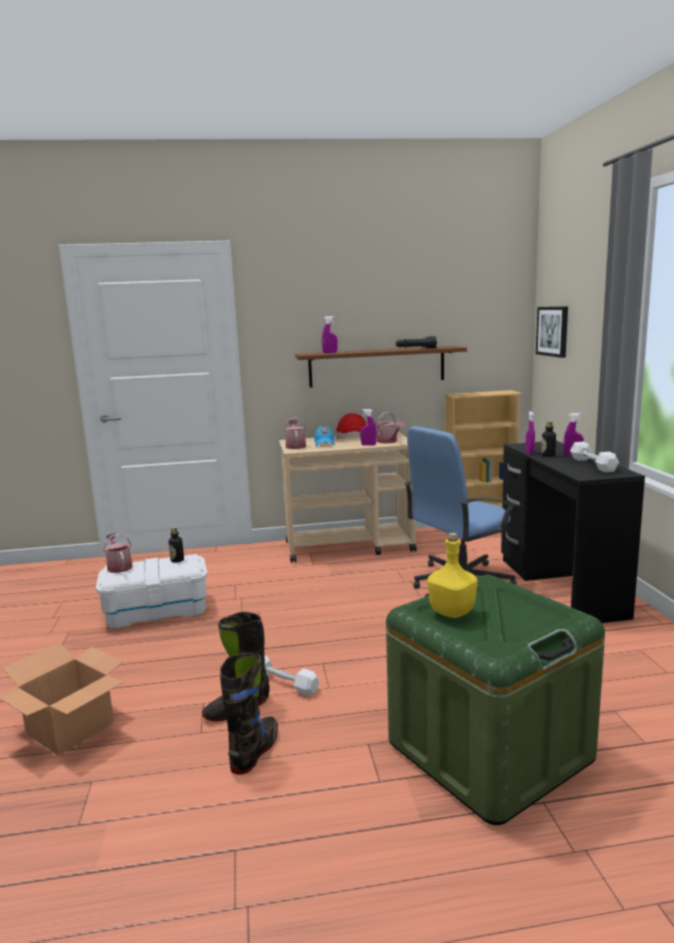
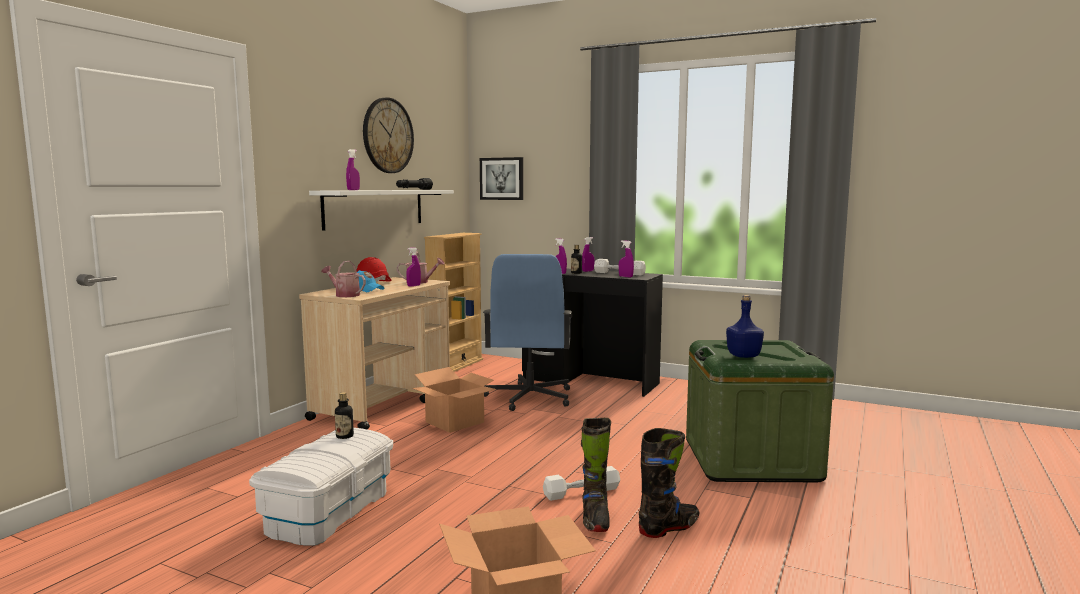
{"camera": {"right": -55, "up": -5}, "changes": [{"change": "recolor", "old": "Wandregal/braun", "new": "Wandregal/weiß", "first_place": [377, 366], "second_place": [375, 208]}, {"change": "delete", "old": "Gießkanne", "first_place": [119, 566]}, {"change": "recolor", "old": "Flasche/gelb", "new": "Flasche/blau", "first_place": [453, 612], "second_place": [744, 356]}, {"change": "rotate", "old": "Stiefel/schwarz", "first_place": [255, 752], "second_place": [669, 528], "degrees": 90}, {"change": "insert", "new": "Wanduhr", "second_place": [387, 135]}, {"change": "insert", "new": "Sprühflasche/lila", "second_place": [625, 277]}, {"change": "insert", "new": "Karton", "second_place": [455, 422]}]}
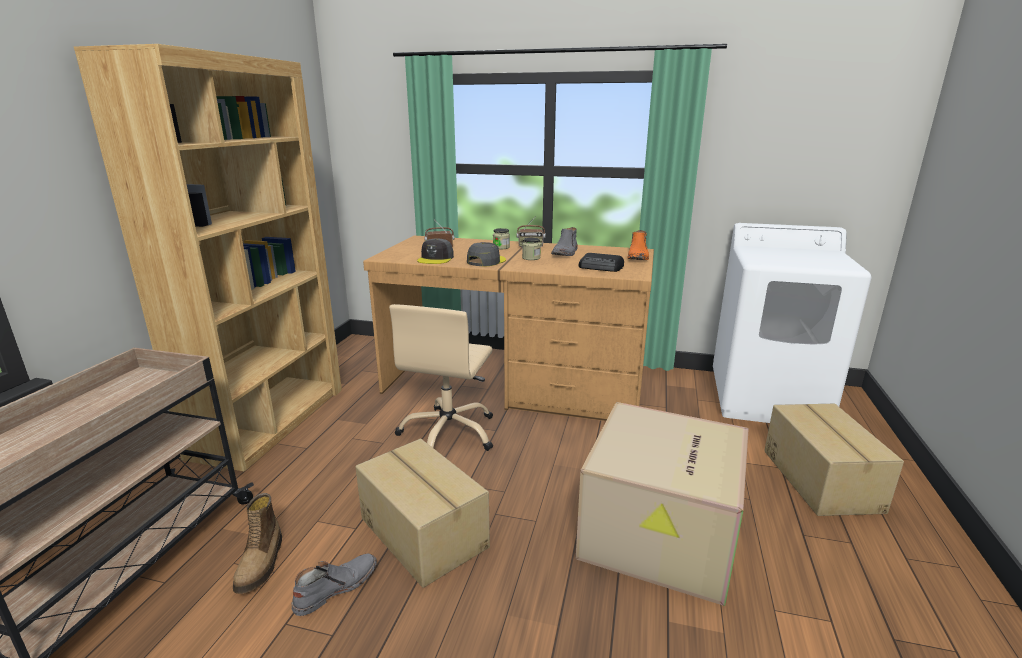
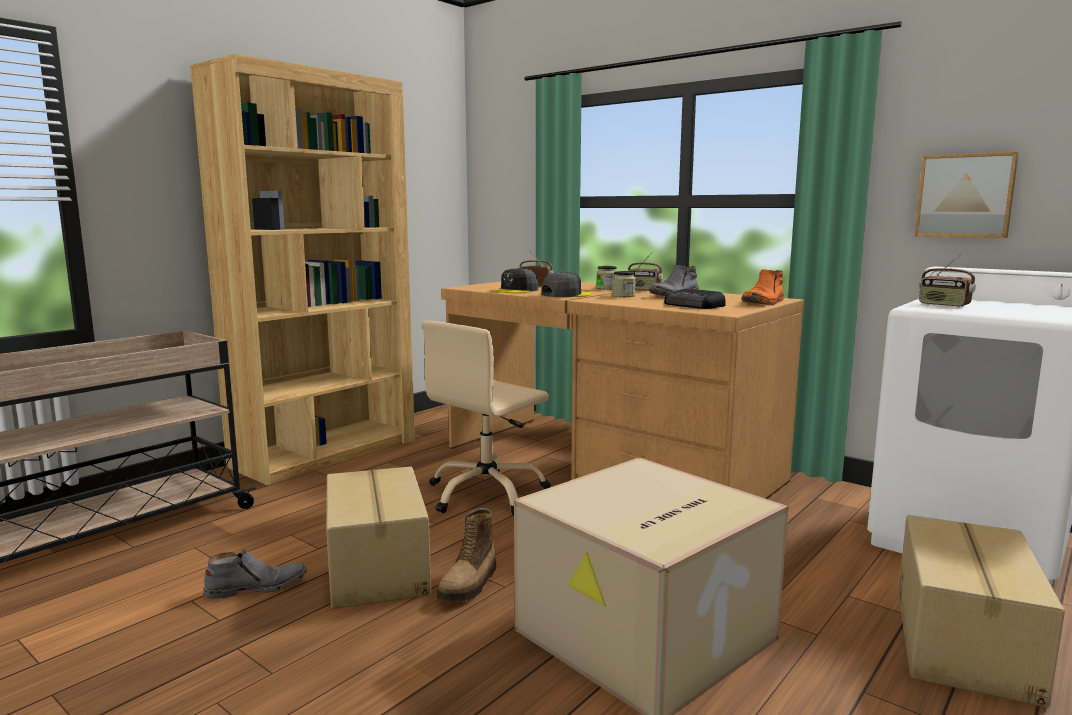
{"camera": {"right": 25, "up": -10}, "changes": [{"change": "move", "old": "Stiefel", "first_place": [261, 563], "second_place": [469, 585]}, {"change": "insert", "new": "Bild", "second_place": [965, 196]}, {"change": "insert", "new": "Radio", "second_place": [944, 305]}]}
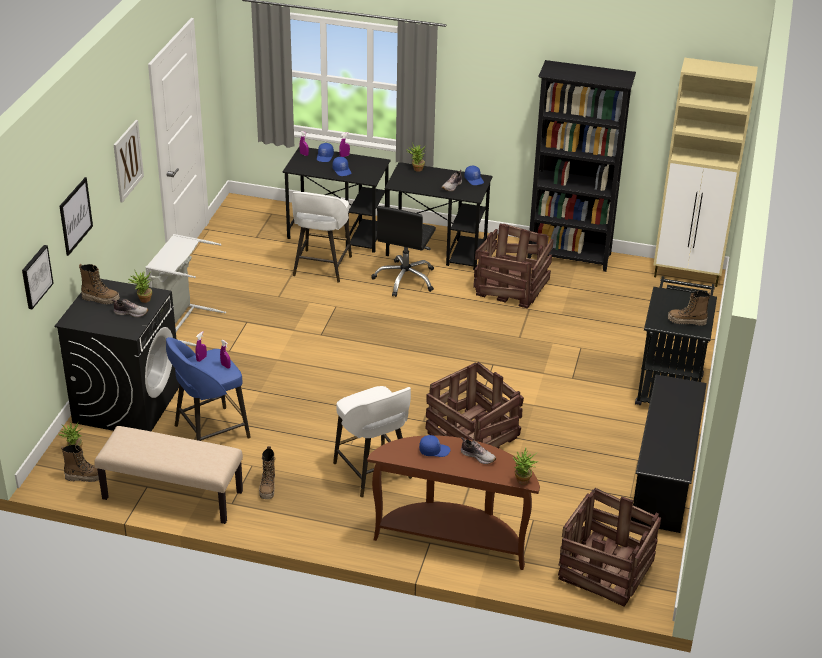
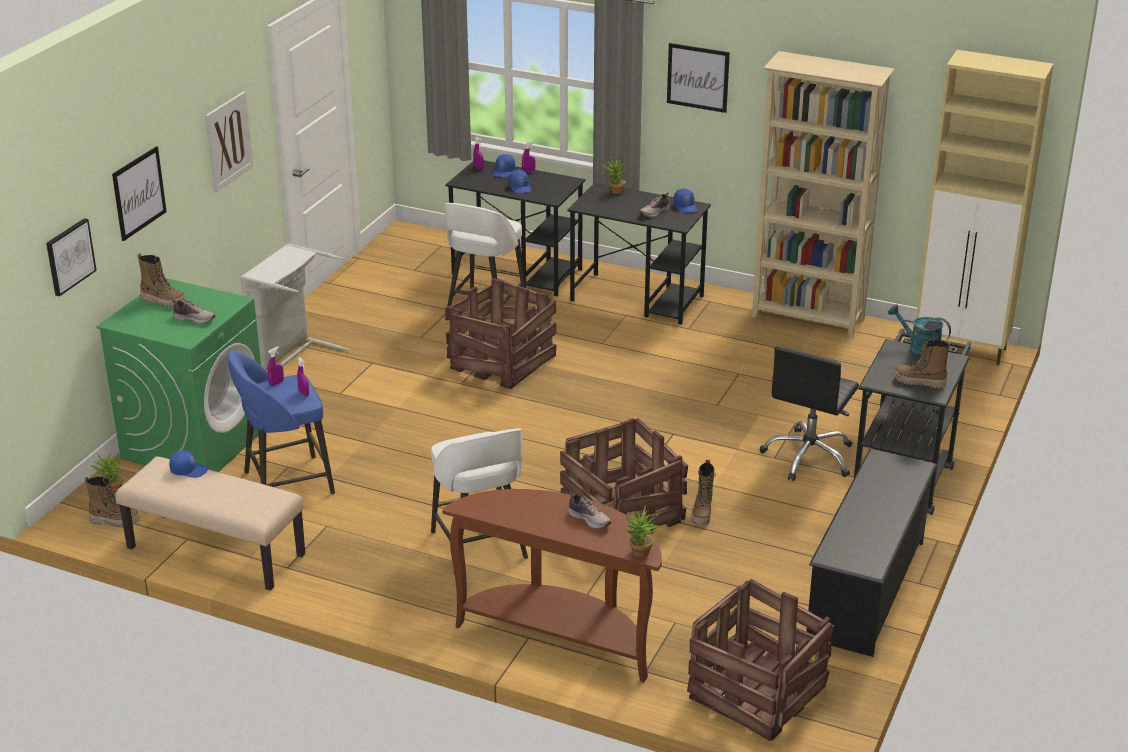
{"camera": {"right": 10, "up": -5}, "changes": [{"change": "recolor", "old": "Bücherregal/schwarz", "new": "Bücherregal/beige", "first_place": [569, 257], "second_place": [808, 318]}, {"change": "move", "old": "Bürostuhl/schwarz", "first_place": [405, 279], "second_place": [809, 457]}, {"change": "move", "old": "Kiste", "first_place": [512, 287], "second_place": [503, 362]}, {"change": "delete", "old": "Topfpflanze", "first_place": [143, 300]}, {"change": "recolor", "old": "Waschmaschine/schwarz", "new": "Waschmaschine/grün", "first_place": [127, 403], "second_place": [195, 442]}, {"change": "move", "old": "Kappe/blau", "first_place": [434, 450], "second_place": [189, 470]}, {"change": "move", "old": "Stiefel", "first_place": [268, 488], "second_place": [702, 513]}, {"change": "insert", "new": "Bild", "second_place": [698, 77]}, {"change": "insert", "new": "Gießkanne/türkis", "second_place": [918, 349]}]}
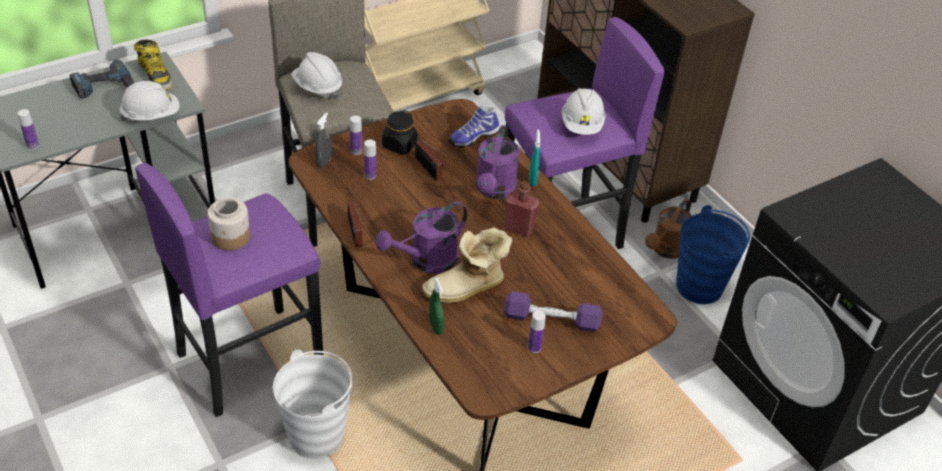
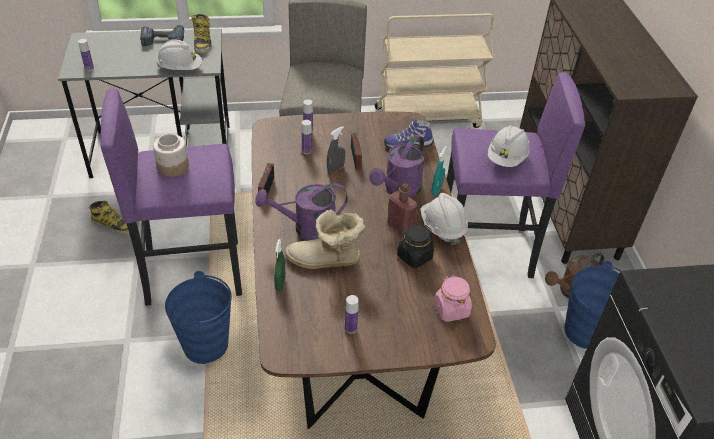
{"camera": {"right": 25, "up": 0}, "changes": [{"change": "move", "old": "Schutzhelm/weiß", "first_place": [317, 87], "second_place": [442, 227]}, {"change": "move", "old": "Vorratsglas/schwarz", "first_place": [399, 145], "second_place": [414, 257]}, {"change": "move", "old": "Sprühflasche/grau", "first_place": [324, 162], "second_place": [335, 169]}, {"change": "delete", "old": "Hantel/lila", "first_place": [551, 320]}, {"change": "recolor", "old": "Eimer/weiß", "new": "Eimer/blau", "first_place": [317, 436], "second_place": [206, 345]}, {"change": "insert", "new": "Stiefel", "second_place": [113, 225]}, {"change": "insert", "new": "Vorratsglas/rosa", "second_place": [451, 309]}]}
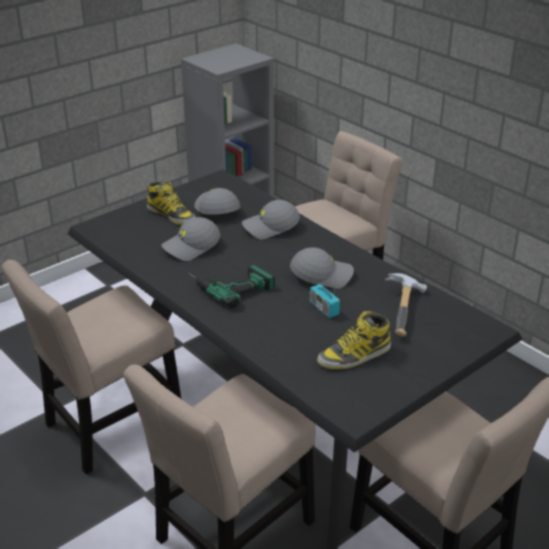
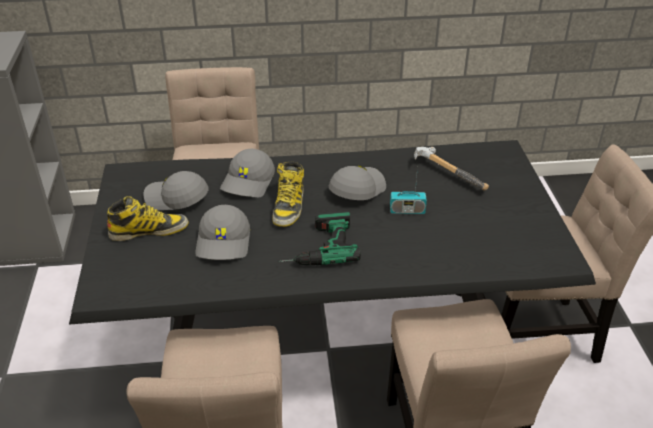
{"camera": {"right": -55, "up": 5}, "changes": [{"change": "move", "old": "Stiefel", "first_place": [354, 355], "second_place": [289, 206]}]}
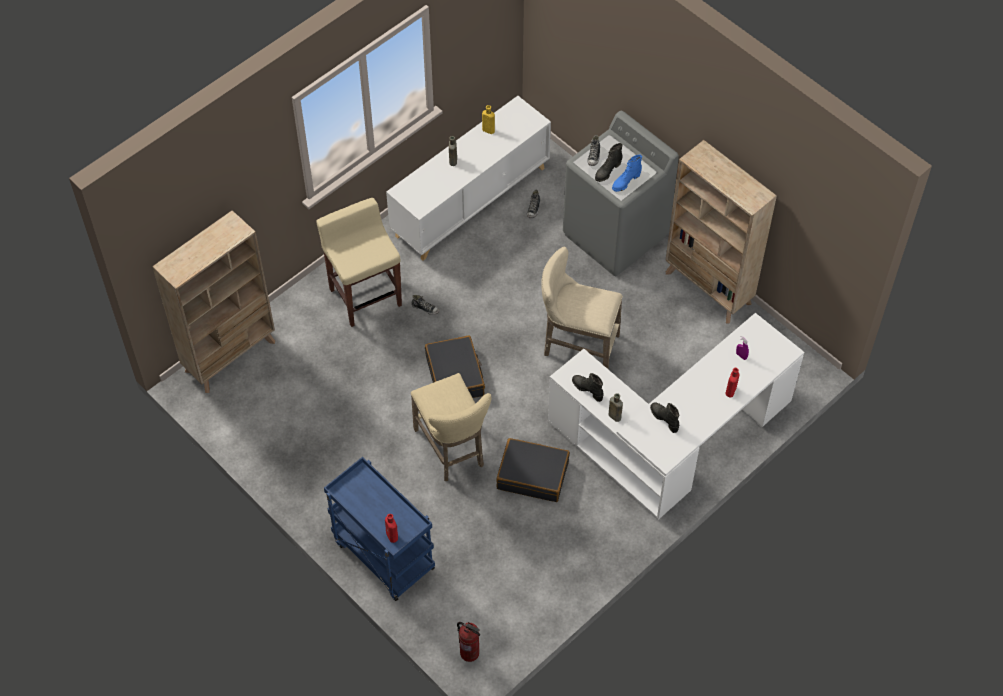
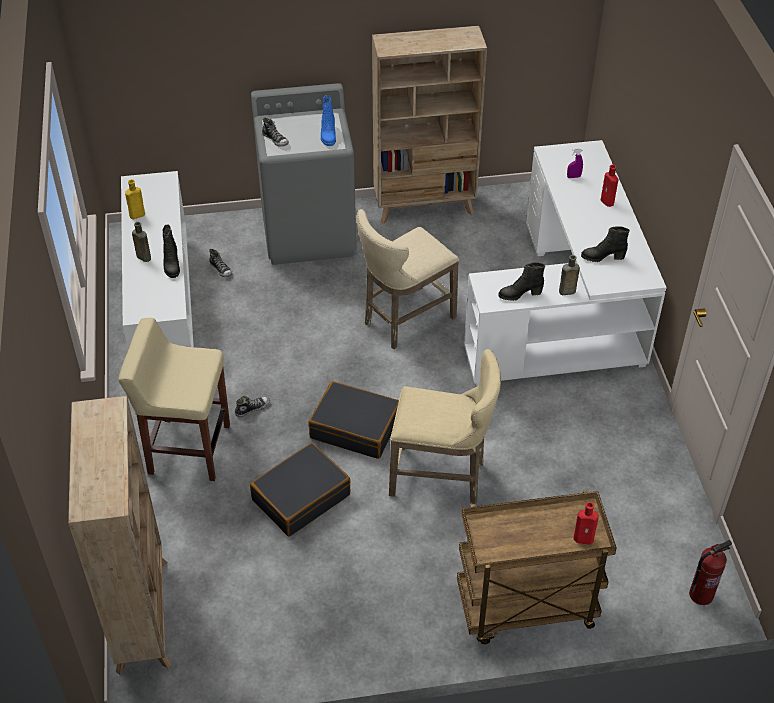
{"camera": {"right": -55, "up": -10}, "changes": [{"change": "move", "old": "Stiefel/schwarz", "first_place": [607, 171], "second_place": [171, 265]}, {"change": "move", "old": "Koffer/schwarz", "first_place": [533, 475], "second_place": [301, 497]}, {"change": "recolor", "old": "Rollwagen/blau", "new": "Rollwagen/braun", "first_place": [382, 555], "second_place": [525, 609]}]}
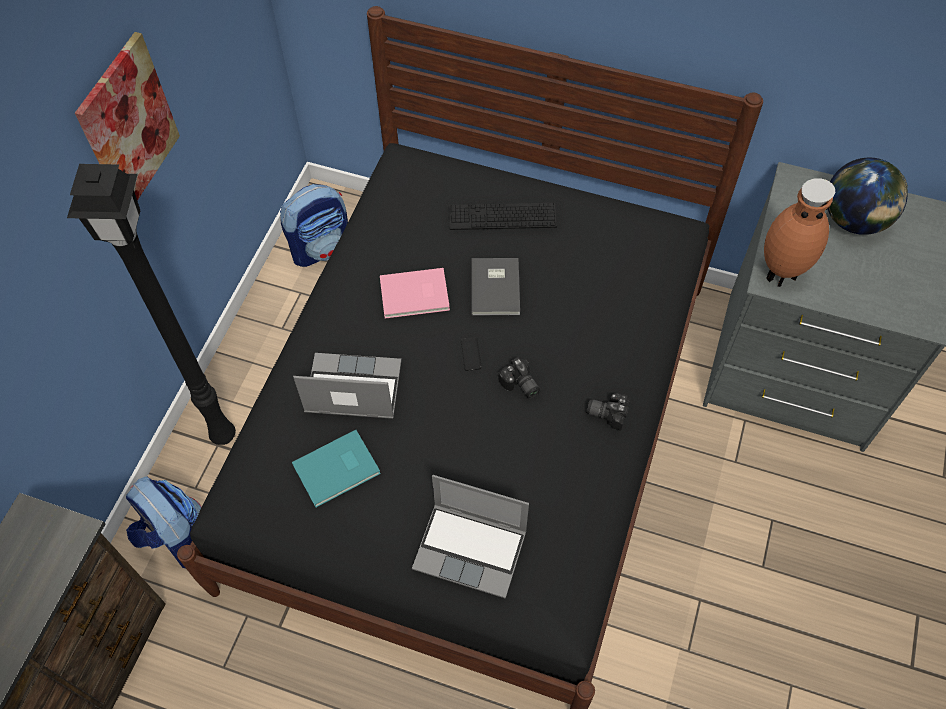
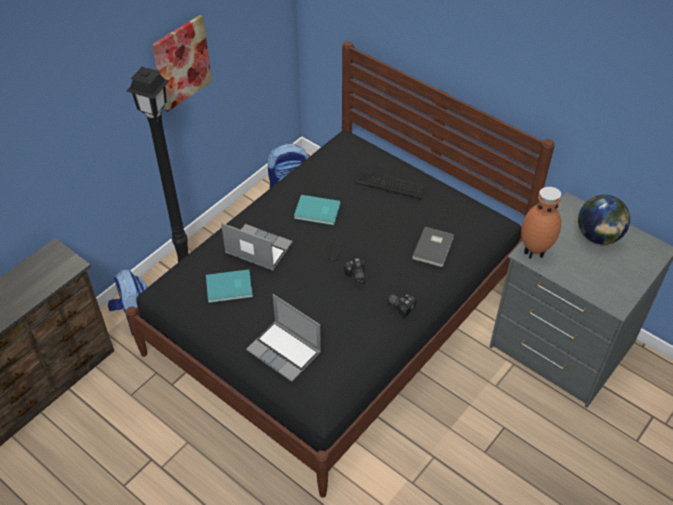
{"camera": {"right": 20, "up": -10}, "changes": [{"change": "move", "old": "Buch/grau", "first_place": [497, 287], "second_place": [434, 247]}, {"change": "recolor", "old": "Buch/rosa", "new": "Buch/türkis", "first_place": [415, 296], "second_place": [317, 212]}]}
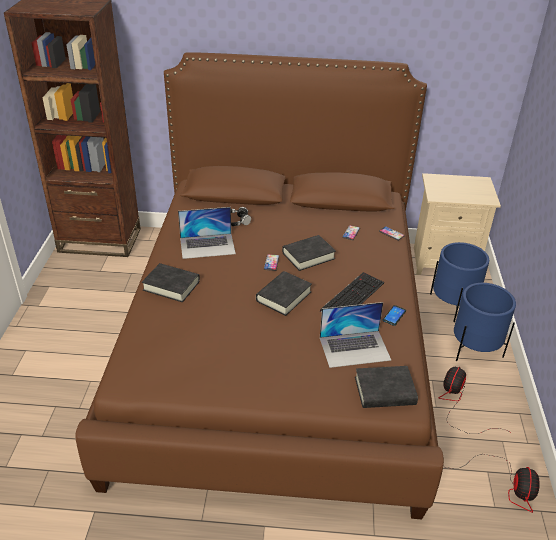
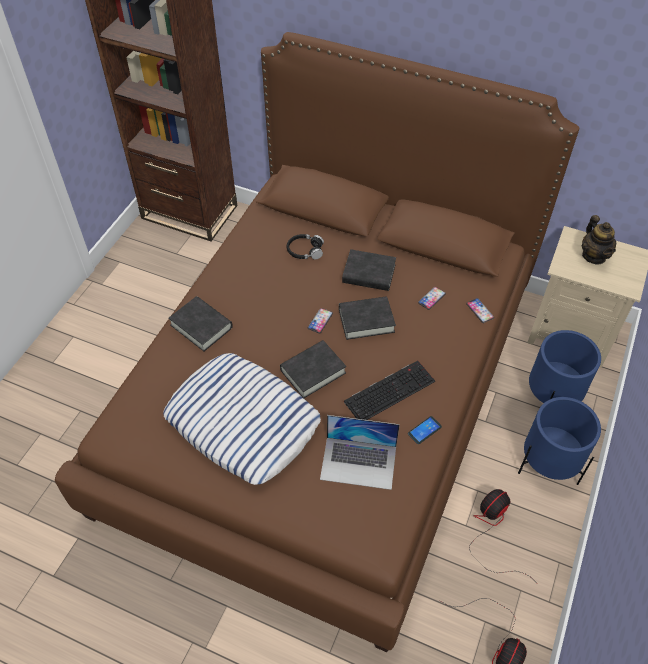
{"camera": {"right": 20, "up": 15}, "changes": [{"change": "delete", "old": "Laptop", "first_place": [207, 246]}, {"change": "move", "old": "Buch/schwarz", "first_place": [384, 391], "second_place": [369, 274]}, {"change": "insert", "new": "Teekanne", "second_place": [594, 256]}, {"change": "insert", "new": "Kissen", "second_place": [243, 422]}]}
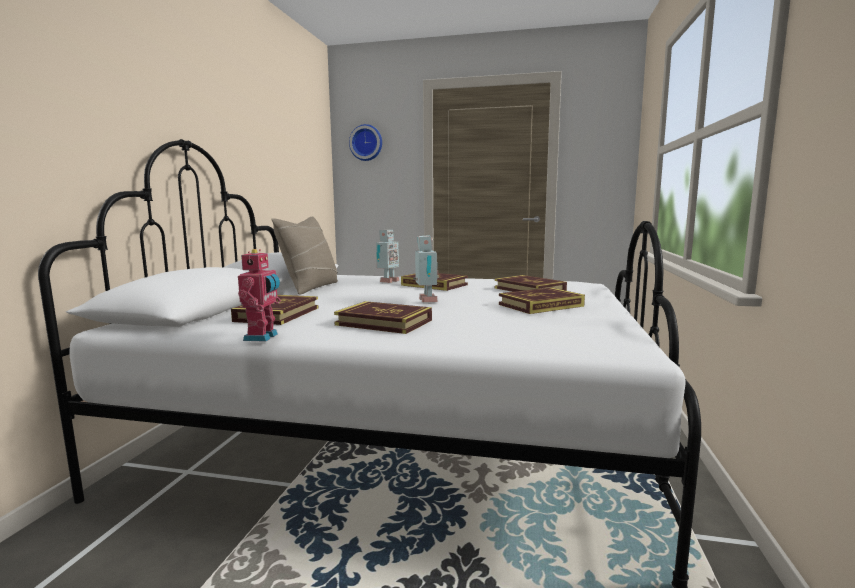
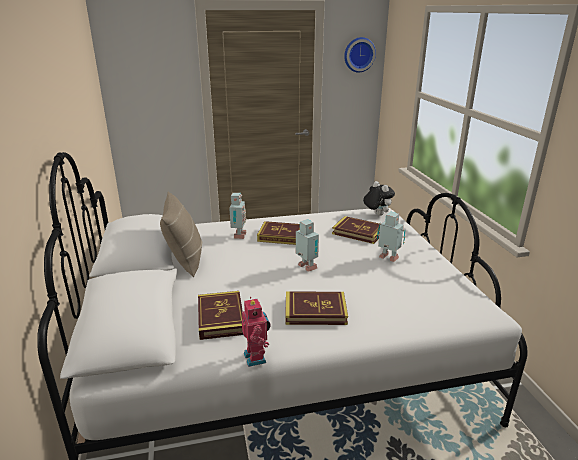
{"camera": {"right": -25, "up": 15}, "changes": [{"change": "move", "old": "Wanduhr", "first_place": [366, 143], "second_place": [359, 54]}, {"change": "replace", "old": "Buch", "new": "Spielzeugroboter", "first_place": [540, 305], "second_place": [388, 258]}, {"change": "insert", "new": "Plüschtier", "second_place": [376, 214]}]}
